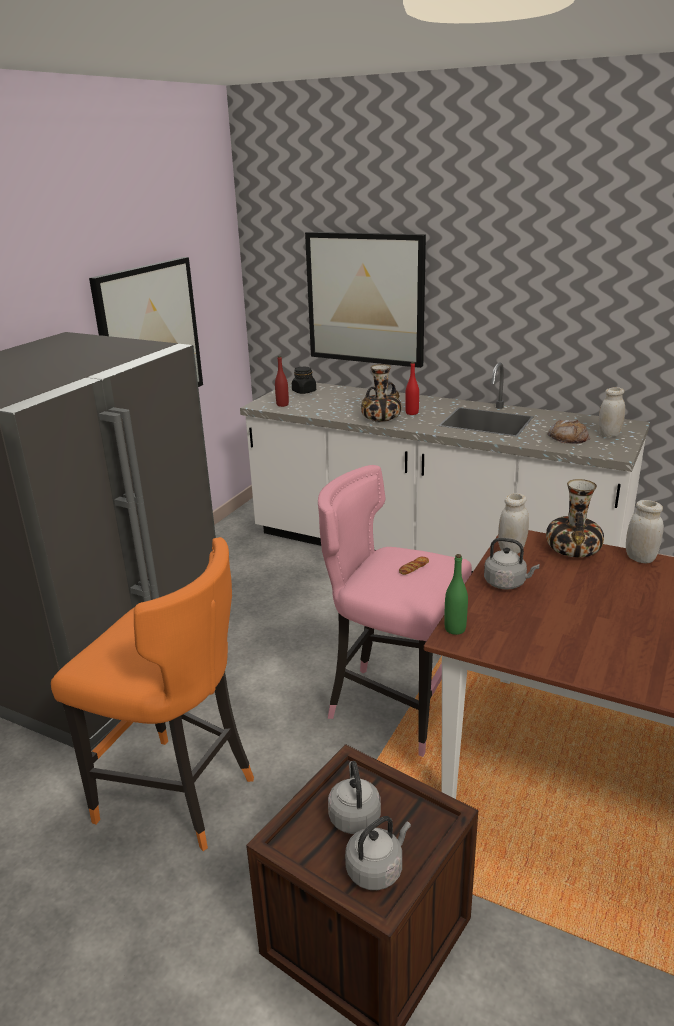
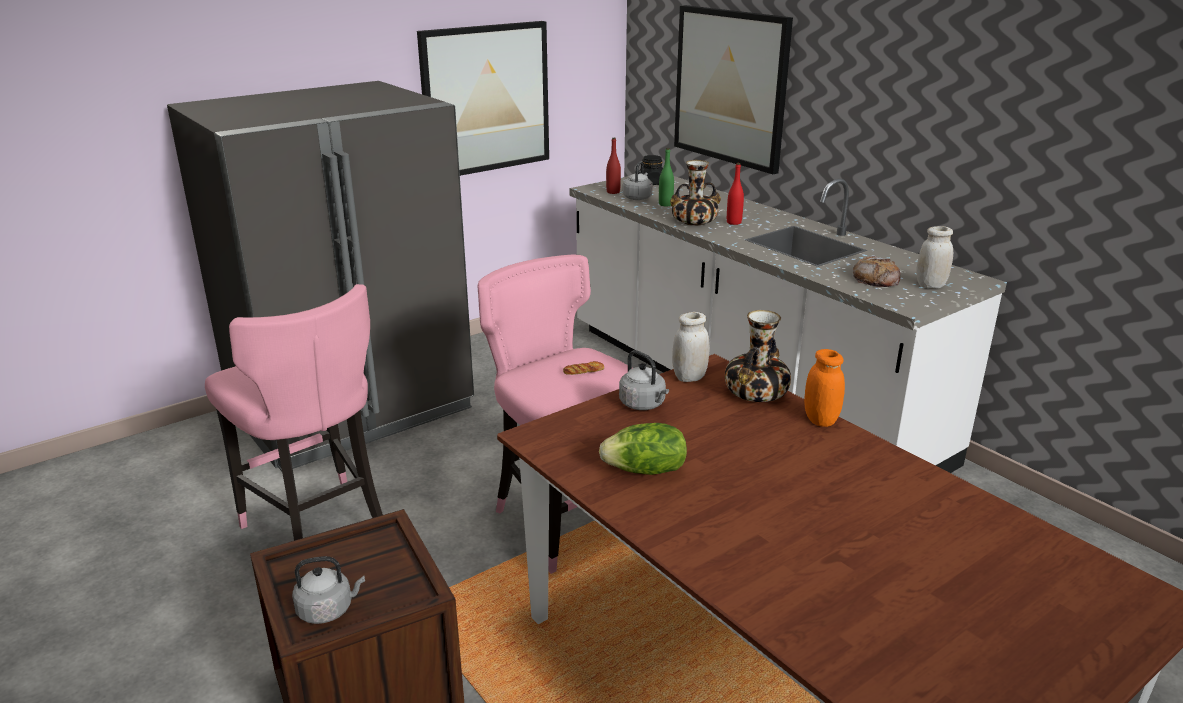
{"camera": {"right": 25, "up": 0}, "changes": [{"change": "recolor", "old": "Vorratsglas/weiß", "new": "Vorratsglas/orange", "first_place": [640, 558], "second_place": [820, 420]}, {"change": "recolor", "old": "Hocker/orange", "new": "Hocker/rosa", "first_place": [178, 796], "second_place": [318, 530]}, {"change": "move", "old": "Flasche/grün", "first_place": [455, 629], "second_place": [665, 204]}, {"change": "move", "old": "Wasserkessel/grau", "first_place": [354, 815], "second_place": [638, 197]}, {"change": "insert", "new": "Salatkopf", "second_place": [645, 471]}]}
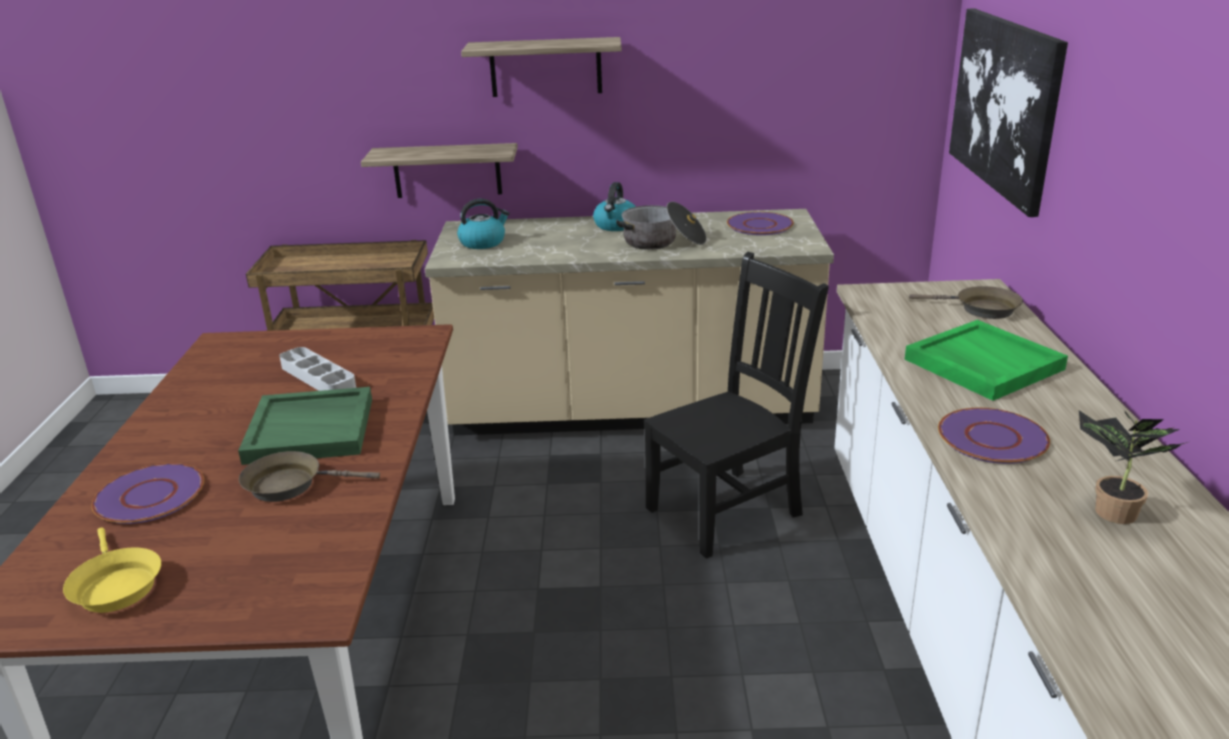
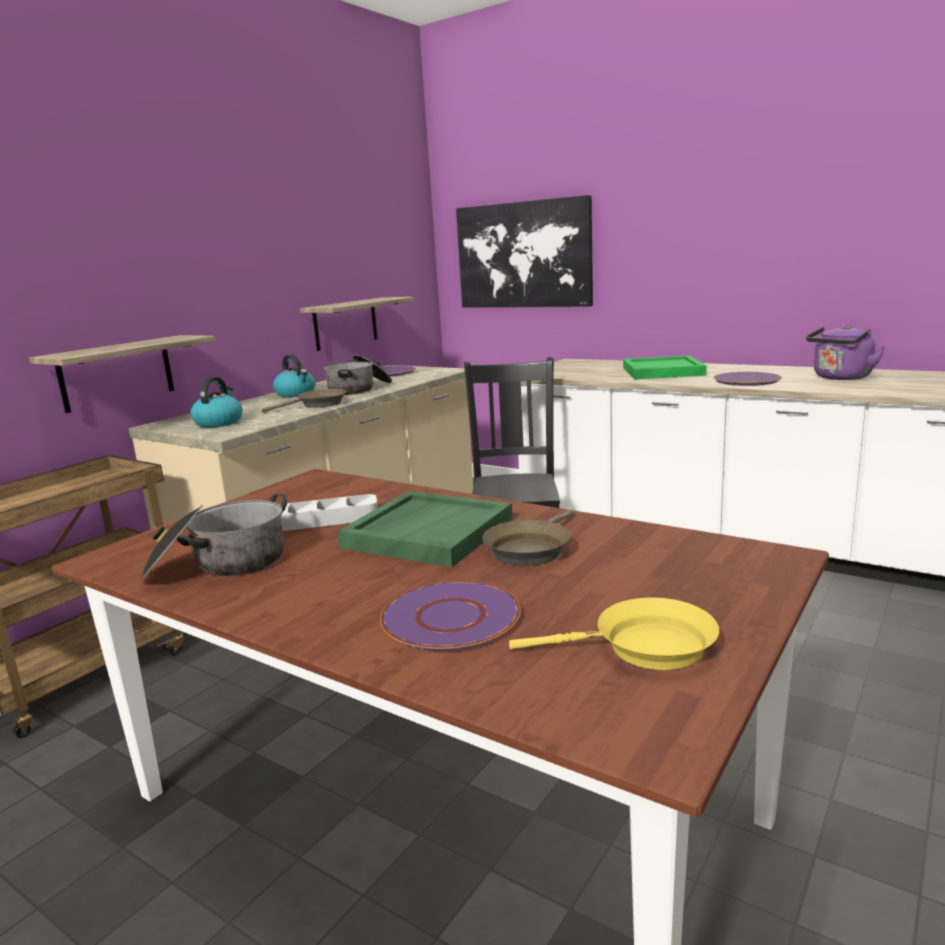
{"camera": {"right": -55, "up": -10}, "changes": [{"change": "move", "old": "Wandregal", "first_place": [545, 67], "second_place": [345, 323]}, {"change": "move", "old": "Pfanne/braun", "first_place": [981, 309], "second_place": [318, 404]}, {"change": "replace", "old": "Topfpflanze", "new": "Wasserkessel/lila", "first_place": [1109, 512], "second_place": [840, 378]}, {"change": "insert", "new": "Kochtopf", "second_place": [219, 565]}]}
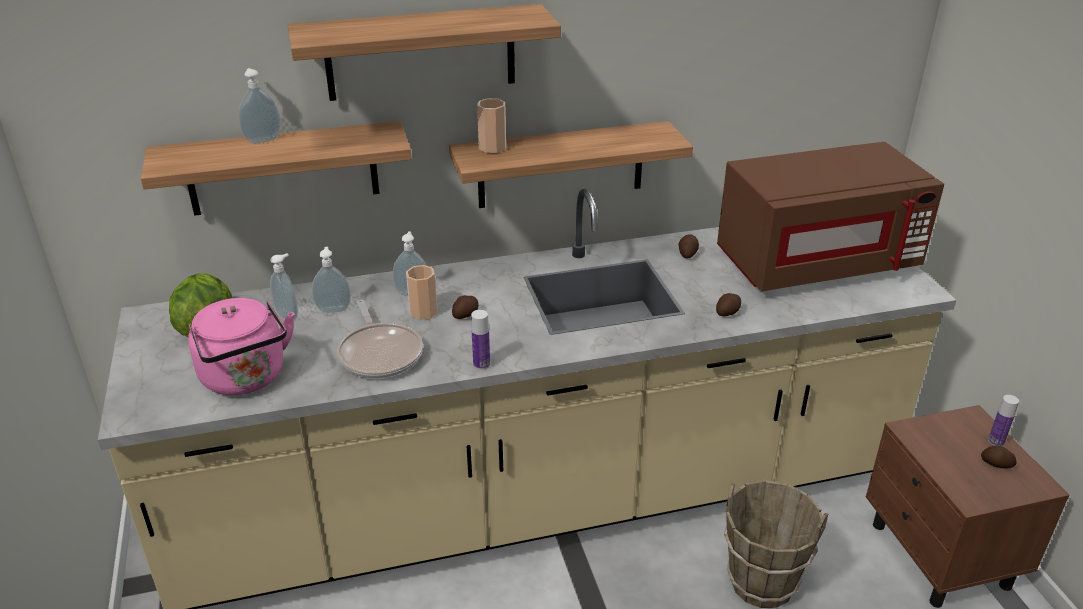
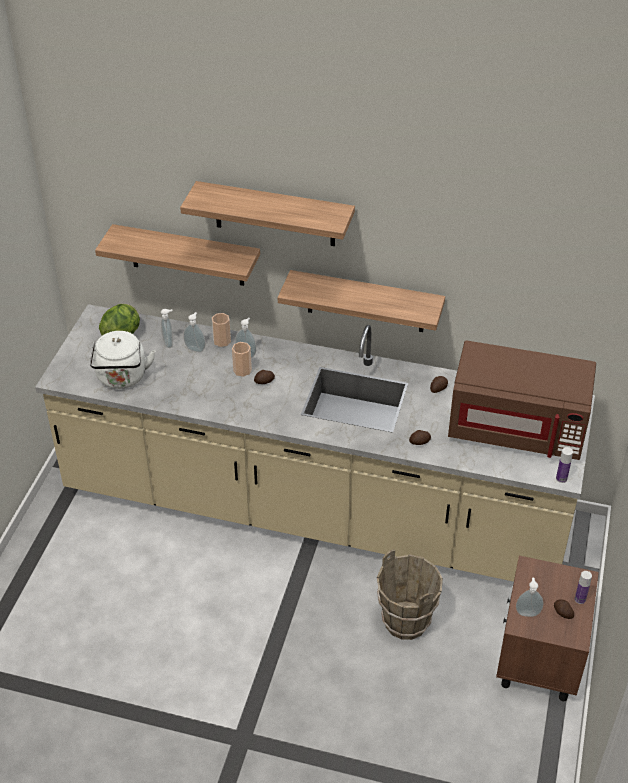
{"camera": {"right": 30, "up": 10}, "changes": [{"change": "move", "old": "Seifenspender", "first_place": [262, 139], "second_place": [527, 612]}, {"change": "move", "old": "Tasse", "first_place": [492, 147], "second_place": [222, 341]}, {"change": "recolor", "old": "Wasserkessel/rosa", "new": "Wasserkessel/weiß", "first_place": [246, 379], "second_place": [122, 378]}, {"change": "delete", "old": "Pfanne", "first_place": [380, 353]}, {"change": "move", "old": "Flasche", "first_place": [481, 364], "second_place": [561, 478]}]}
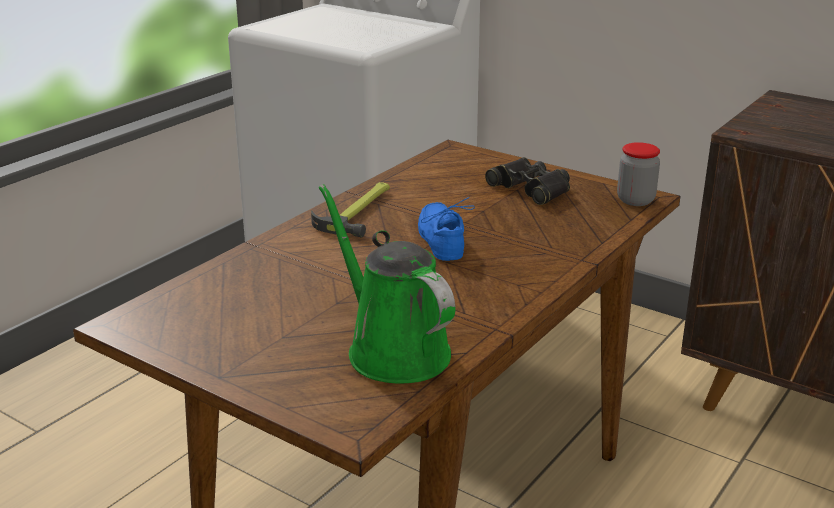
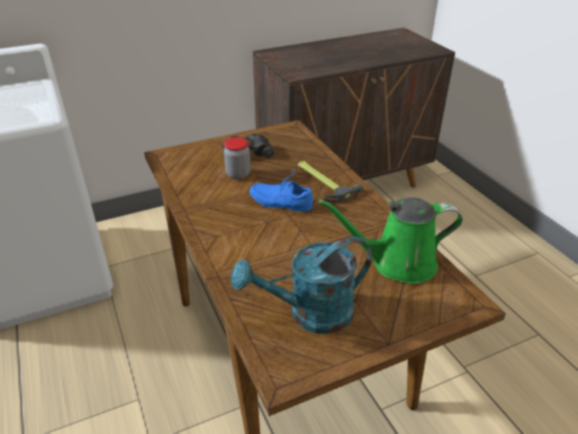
{"camera": {"right": -60, "up": 10}, "changes": [{"change": "move", "old": "Vorratsglas", "first_place": [635, 200], "second_place": [238, 174]}, {"change": "move", "old": "Hammer", "first_place": [359, 211], "second_place": [323, 182]}, {"change": "insert", "new": "Gießkanne/türkis", "second_place": [310, 314]}]}
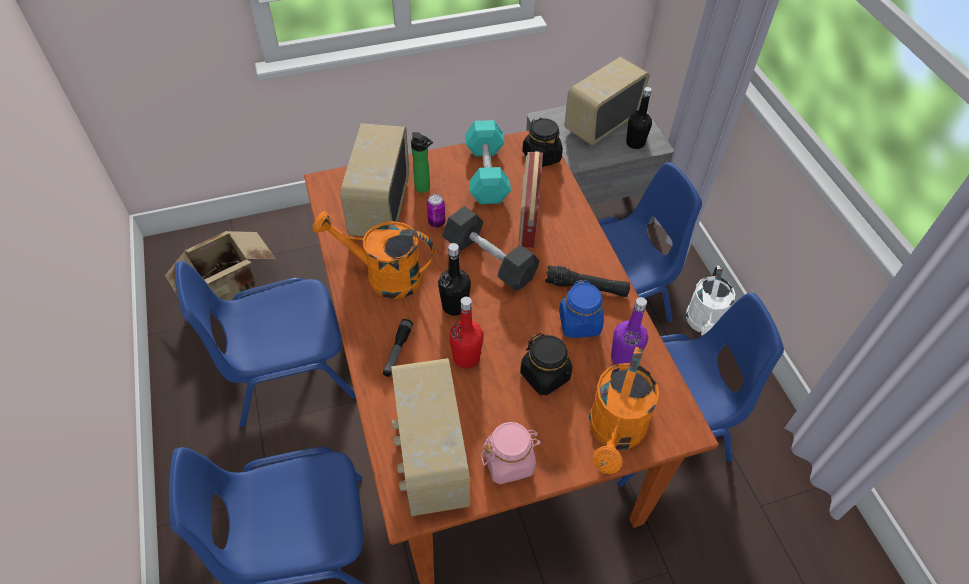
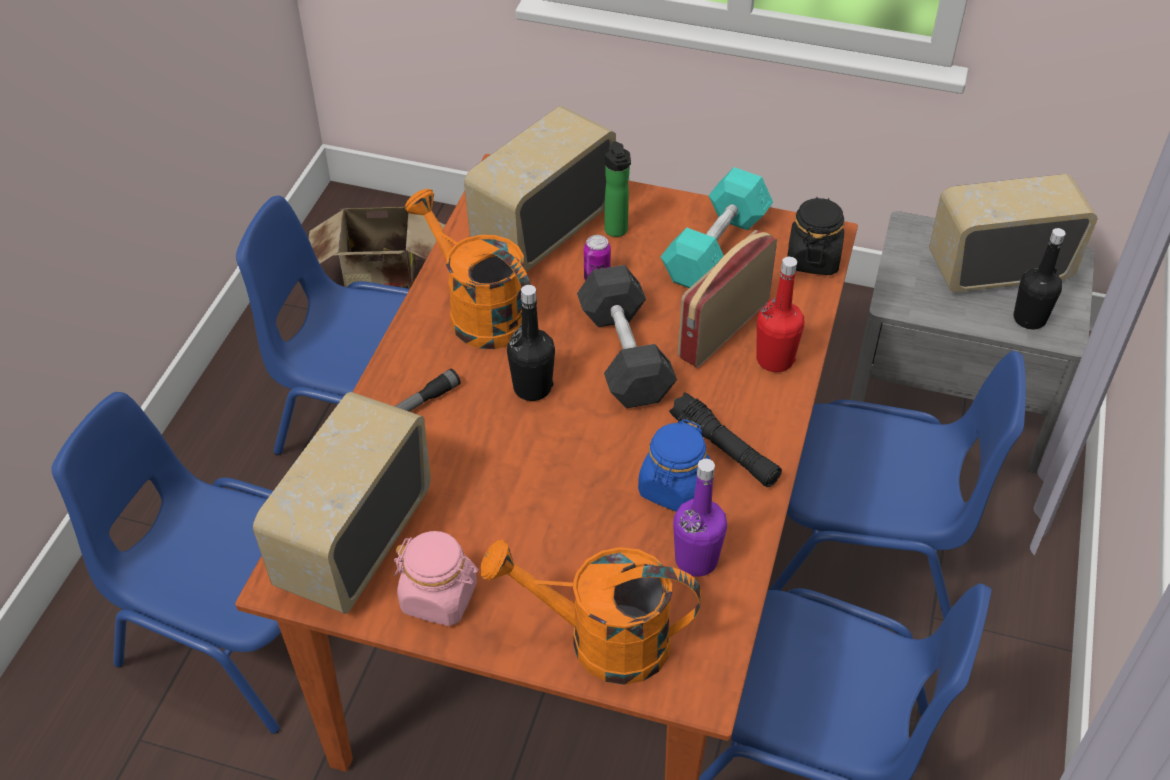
{"camera": {"right": 35, "up": -5}, "changes": [{"change": "delete", "old": "Gießkanne/weiß", "first_place": [704, 324]}, {"change": "move", "old": "Flasche/rot", "first_place": [466, 357], "second_place": [774, 359]}, {"change": "delete", "old": "Vorratsglas/schwarz", "first_place": [545, 375]}, {"change": "rotate", "old": "Gießkanne/orange", "first_place": [615, 433], "second_place": [600, 641], "degrees": 45}]}
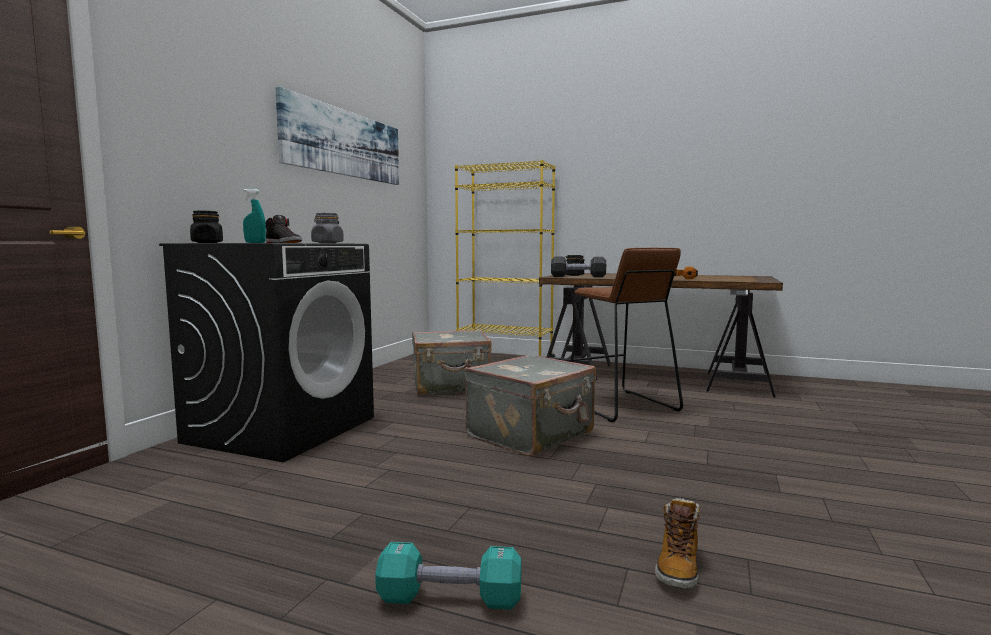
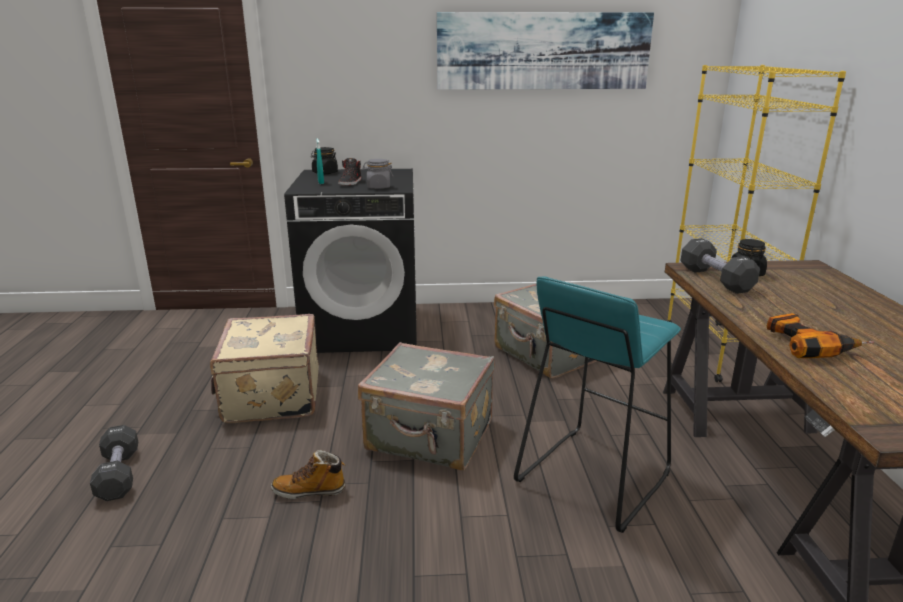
{"camera": {"right": 65, "up": 15}, "changes": [{"change": "recolor", "old": "Hocker/braun", "new": "Hocker/türkis", "first_place": [620, 406], "second_place": [592, 477]}, {"change": "move", "old": "Stiefel", "first_place": [677, 567], "second_place": [310, 491]}, {"change": "recolor", "old": "Hantel/türkis", "new": "Hantel/schwarz", "first_place": [450, 599], "second_place": [119, 475]}, {"change": "insert", "new": "Koffer/beige", "second_place": [270, 396]}]}
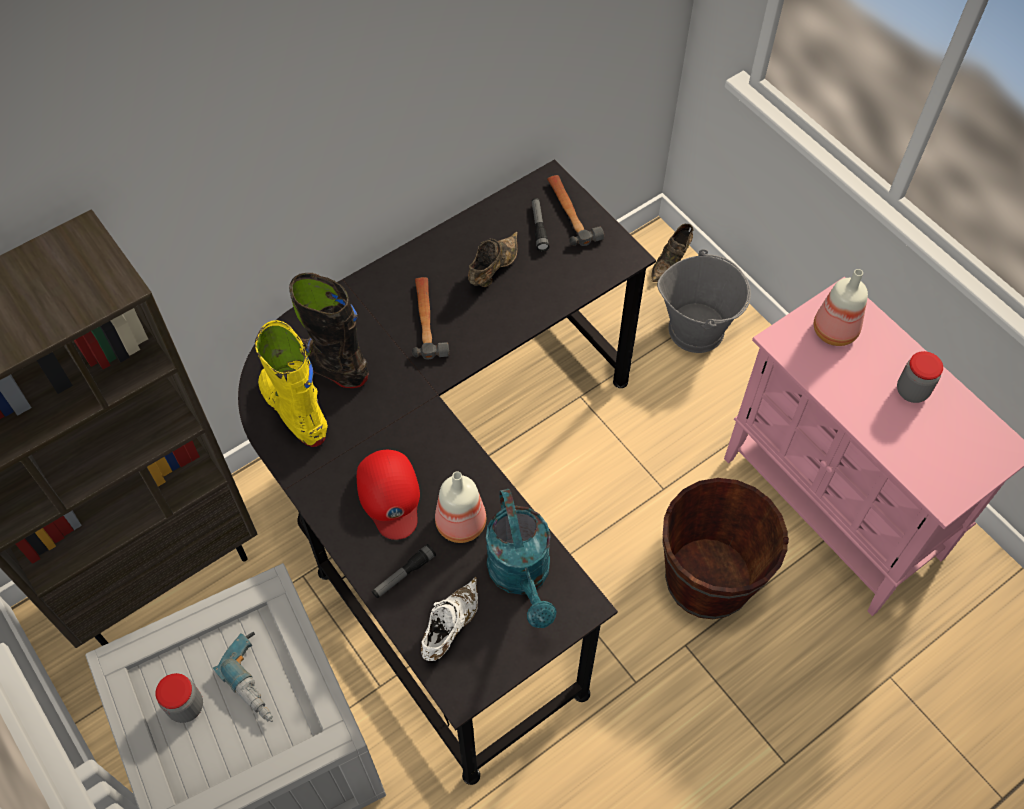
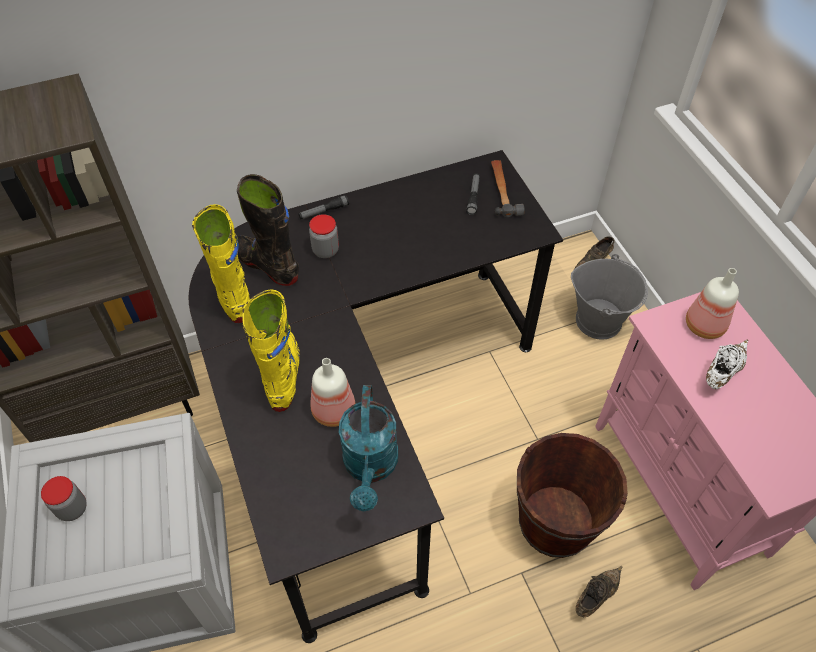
{"camera": {"right": 15, "up": -5}, "changes": [{"change": "move", "old": "Schuh/braun", "first_place": [492, 270], "second_place": [595, 596]}, {"change": "delete", "old": "Hammer", "first_place": [427, 320]}, {"change": "move", "old": "Vorratsglas", "first_place": [912, 391], "second_place": [325, 250]}, {"change": "replace", "old": "Kappe/rot", "new": "Stiefel/gelb", "first_place": [390, 495], "second_place": [283, 375]}, {"change": "move", "old": "Taschenlampe", "first_place": [403, 575], "second_place": [324, 211]}, {"change": "move", "old": "Schuh/weiß", "first_place": [449, 628], "second_place": [721, 373]}, {"change": "delete", "old": "Bohrmaschine", "first_place": [258, 679]}]}
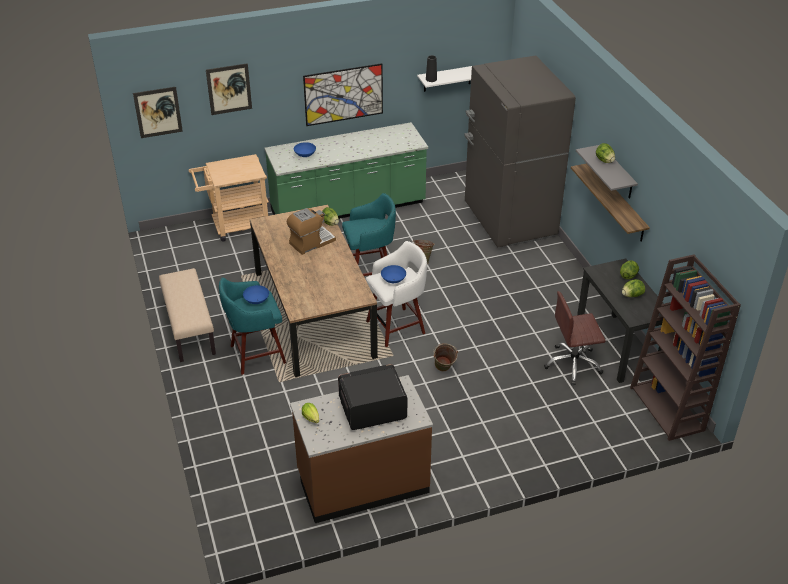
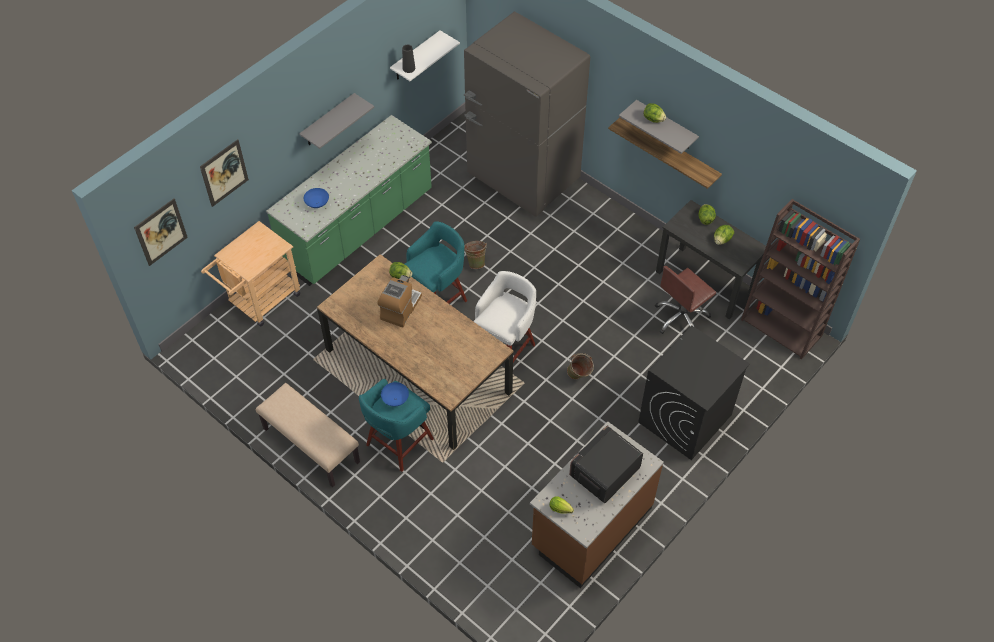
{"camera": {"right": -30, "up": 15}, "changes": [{"change": "replace", "old": "Bild", "new": "Wandregal/grau", "first_place": [343, 94], "second_place": [328, 121]}, {"change": "delete", "old": "Schüssel/blau", "first_place": [393, 280]}, {"change": "insert", "new": "Waschmaschine/schwarz", "second_place": [685, 419]}]}
